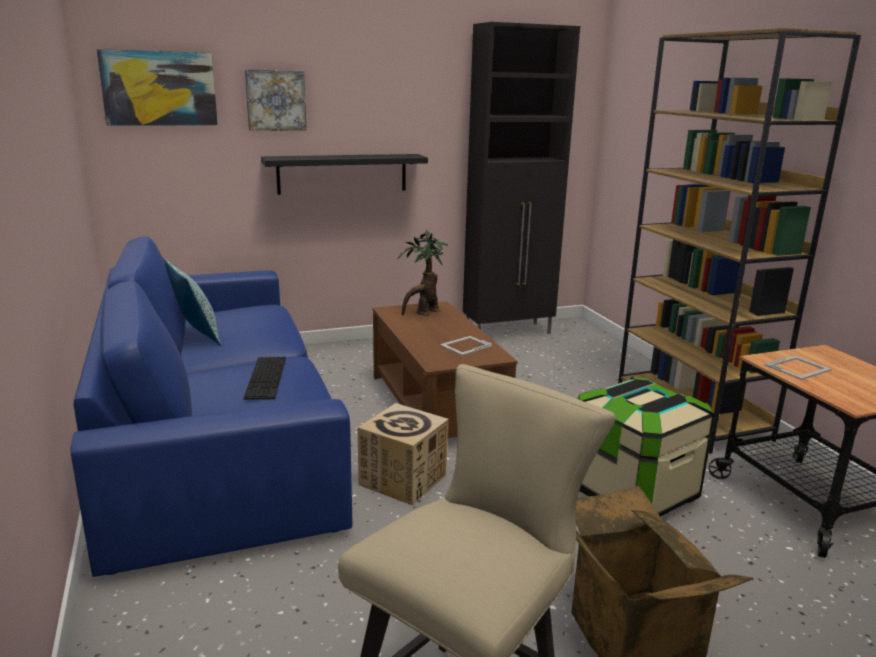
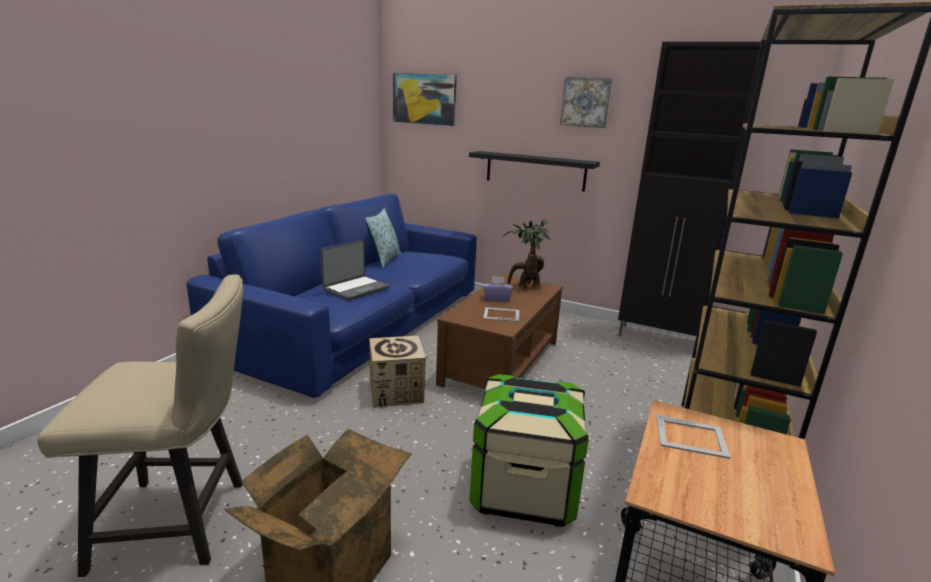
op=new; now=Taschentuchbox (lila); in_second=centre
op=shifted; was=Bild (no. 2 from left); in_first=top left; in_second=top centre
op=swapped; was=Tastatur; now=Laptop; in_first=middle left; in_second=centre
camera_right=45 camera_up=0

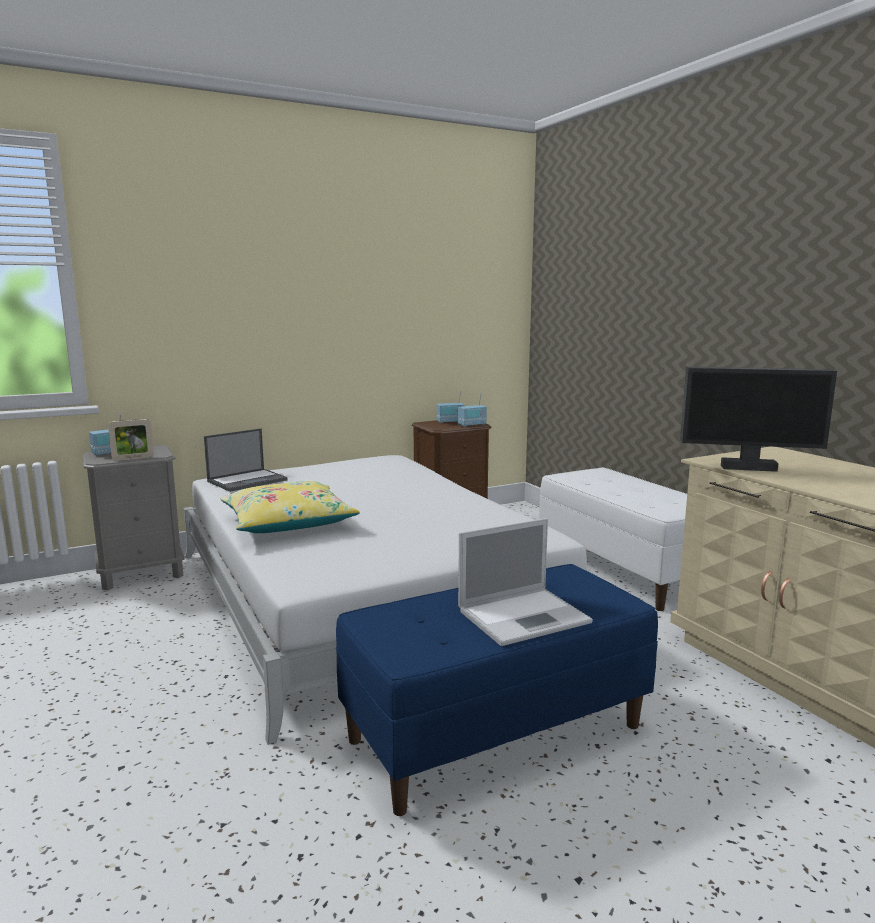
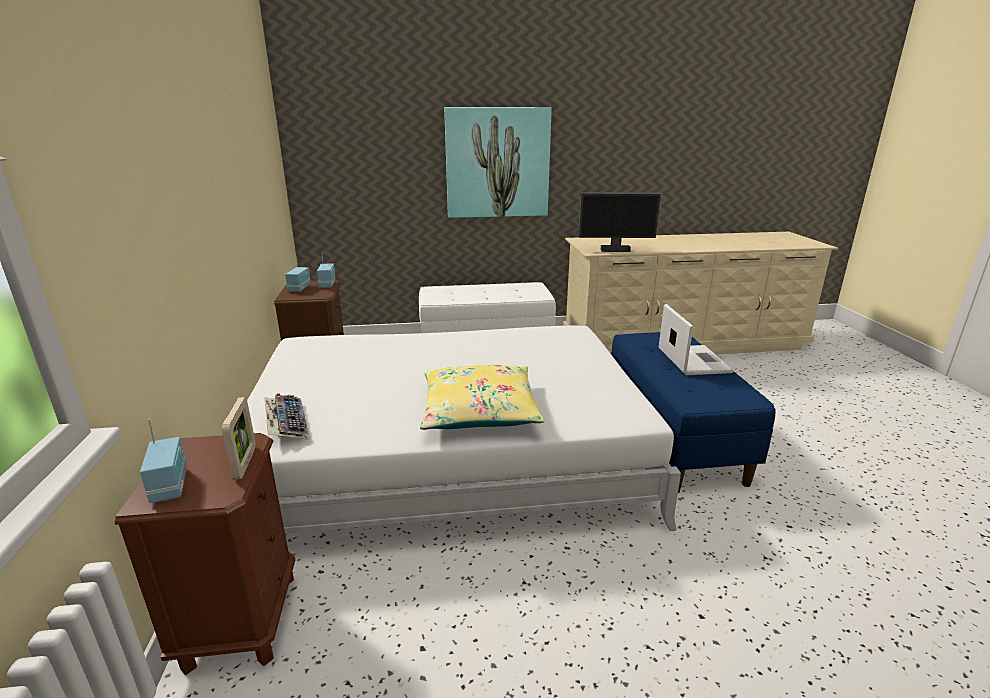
op=new; now=Bild; in_second=top centre
op=swapped; was=Laptop (no. 1 from left); now=Tastatur; in_first=middle left; in_second=middle left
op=repainted; was=Nachttisch (grau); now=Nachttisch (braun) (no. 1 from left); in_first=middle left; in_second=bottom left
op=rotated; was=Monitor; in_first=middle right; in_second=top centre; clockwise=60
camera_right=-70 camera_up=10

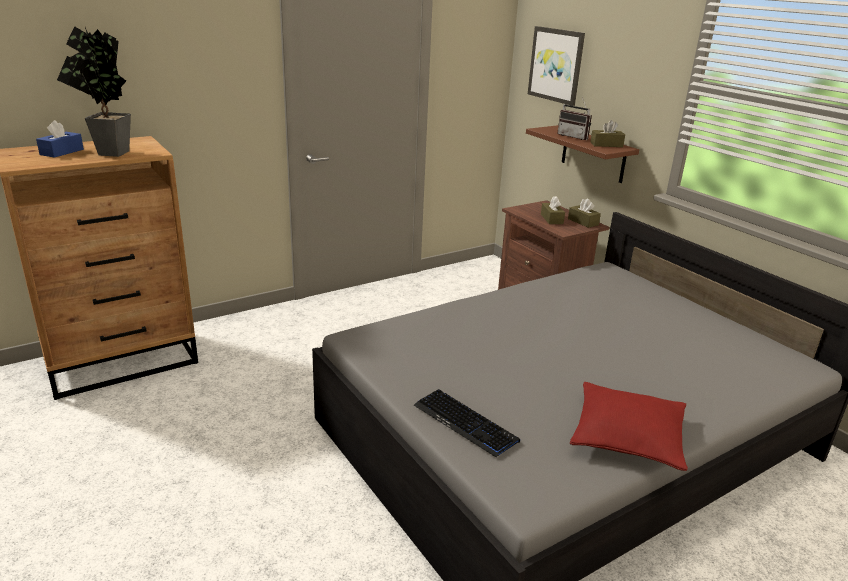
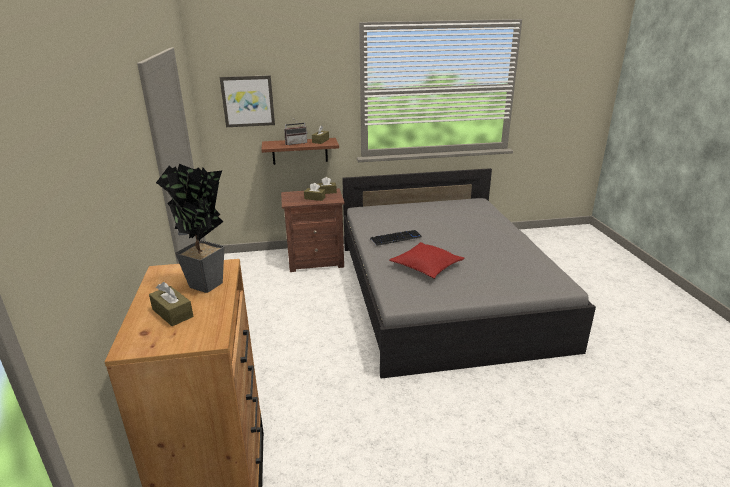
op=shifted; was=Tastatur; in_first=bottom centre; in_second=centre
op=shifted; was=Kissen (rot); in_first=bottom right; in_second=centre
op=repainted; was=Taschentuchbox (blau); now=Taschentuchbox (braun) (no. 1 from left); in_first=top left; in_second=middle left
camera_right=-65 camera_up=0

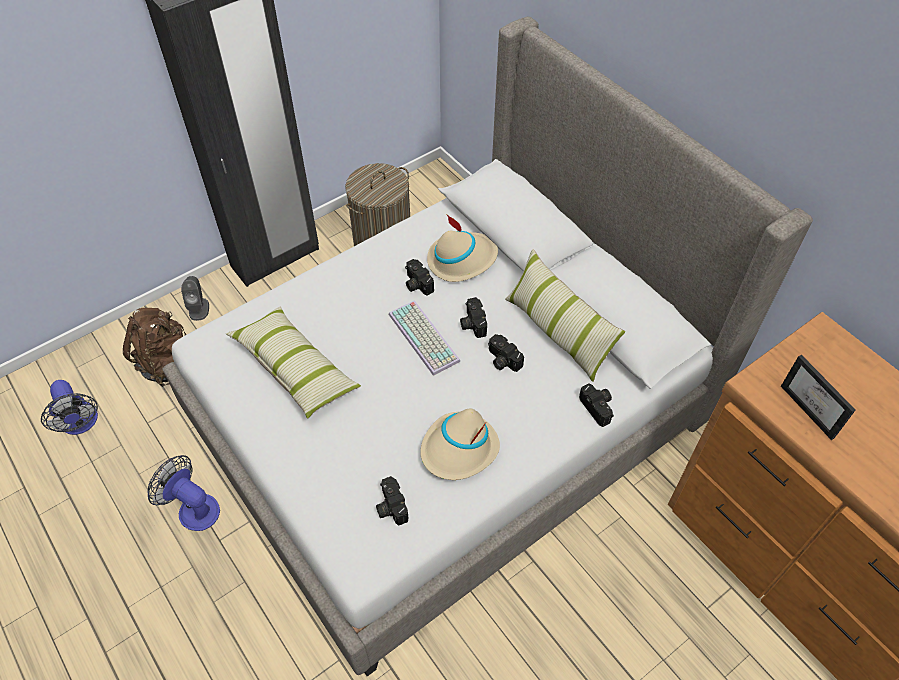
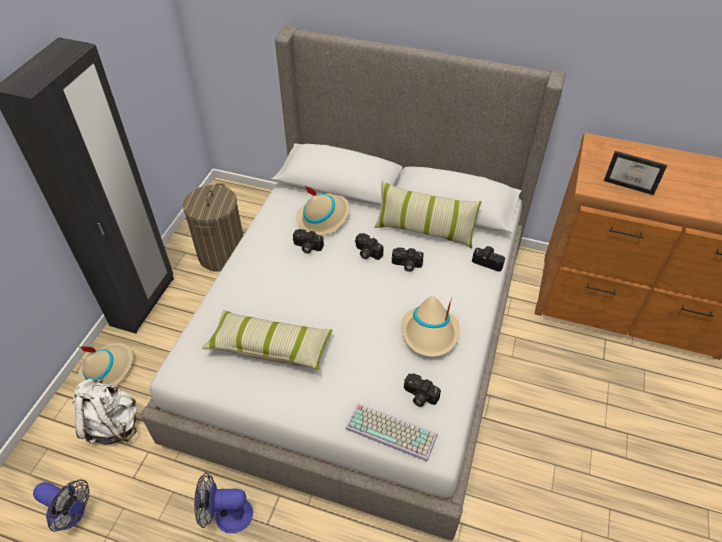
op=shifted; was=Tastatur; in_first=centre; in_second=bottom centre
op=swapped; was=Lautsprecher (grau); now=Hut (beige) (no. 1 from left); in_first=middle left; in_second=bottom left
op=repainted; was=Rucksack (braun); now=Rucksack (weiß); in_first=middle left; in_second=bottom left
camera_right=-35 camera_up=-5

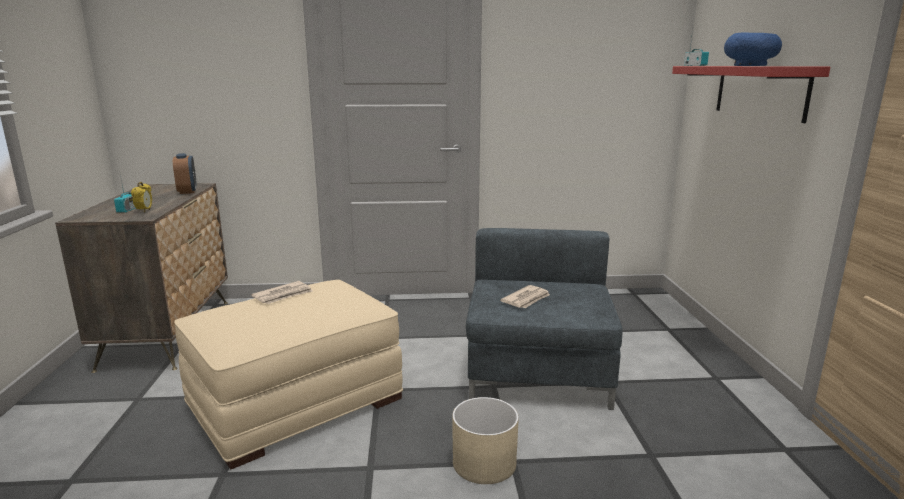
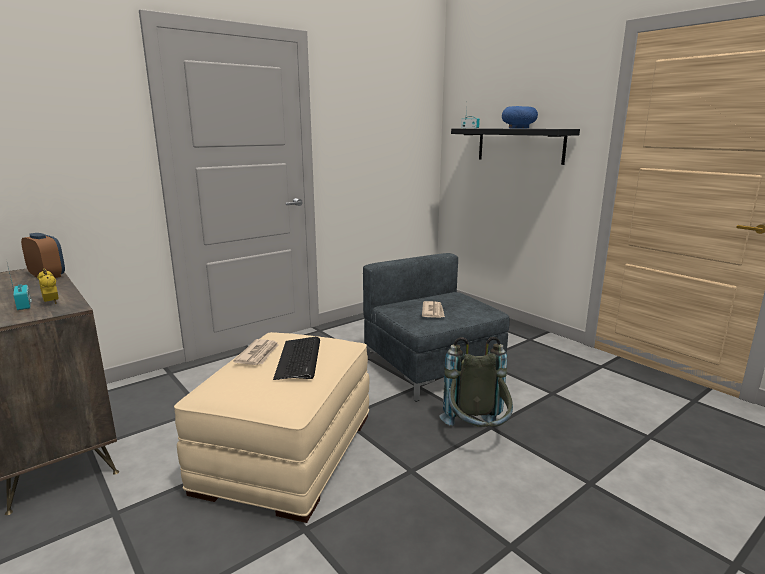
op=new; now=Tastatur; in_second=centre
op=swapped; was=Pflanzkübel (beige); now=Rucksack (grau); in_first=bottom centre; in_second=centre
op=repainted; was=Wandregal (rot); now=Wandregal (schwarz); in_first=top right; in_second=top right
camera_right=-35 camera_up=0

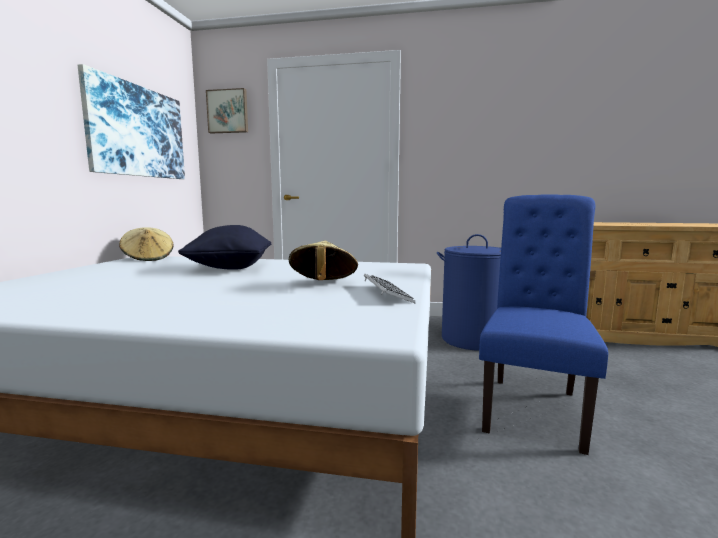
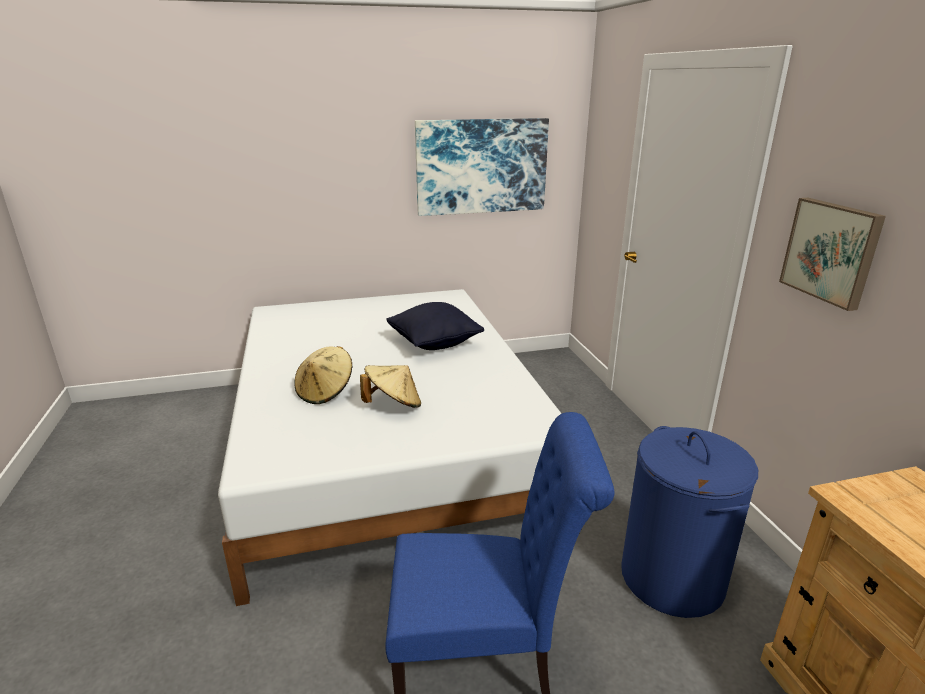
op=gone; was=Tastatur; in_first=centre
op=shifted; was=Hut (beige) (no. 1 from left); in_first=middle left; in_second=centre
op=shifted; was=Bild (no. 2 from left); in_first=top left; in_second=middle right
camera_right=65 camera_up=15

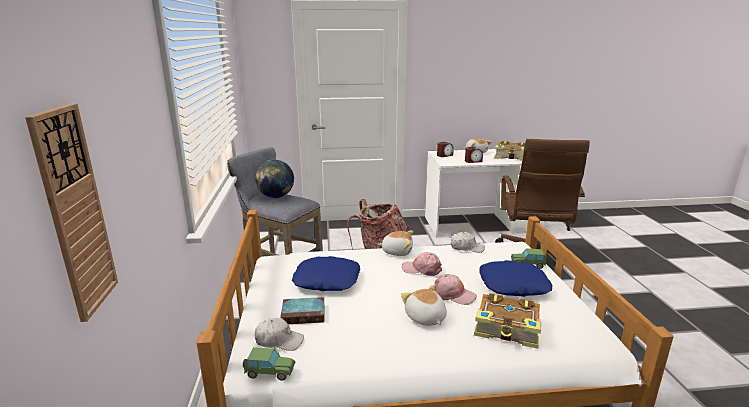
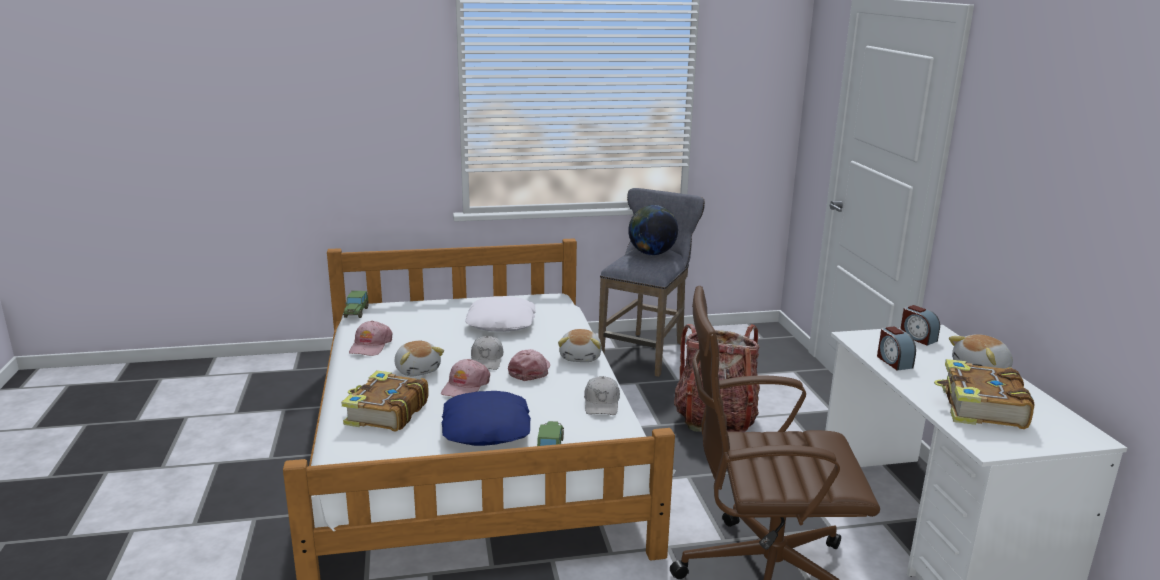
op=gone; was=Wanduhr; in_first=middle left
op=gone; was=Buch (no. 1 from left); in_first=bottom centre
op=new; now=Kappe (rosa) (no. 1 from left); in_second=middle left
op=shifted; was=Kappe (weiß) (no. 1 from left); in_first=bottom centre; in_second=centre
op=repainted; was=Kissen (blau) (no. 1 from left); now=Kissen (weiß); in_first=bottom centre; in_second=centre
op=rotated; was=Plüschtier (no. 2 from left in the first image); in_first=bottom centre; in_second=centre; clockwise=90
camera_right=85 camera_up=0

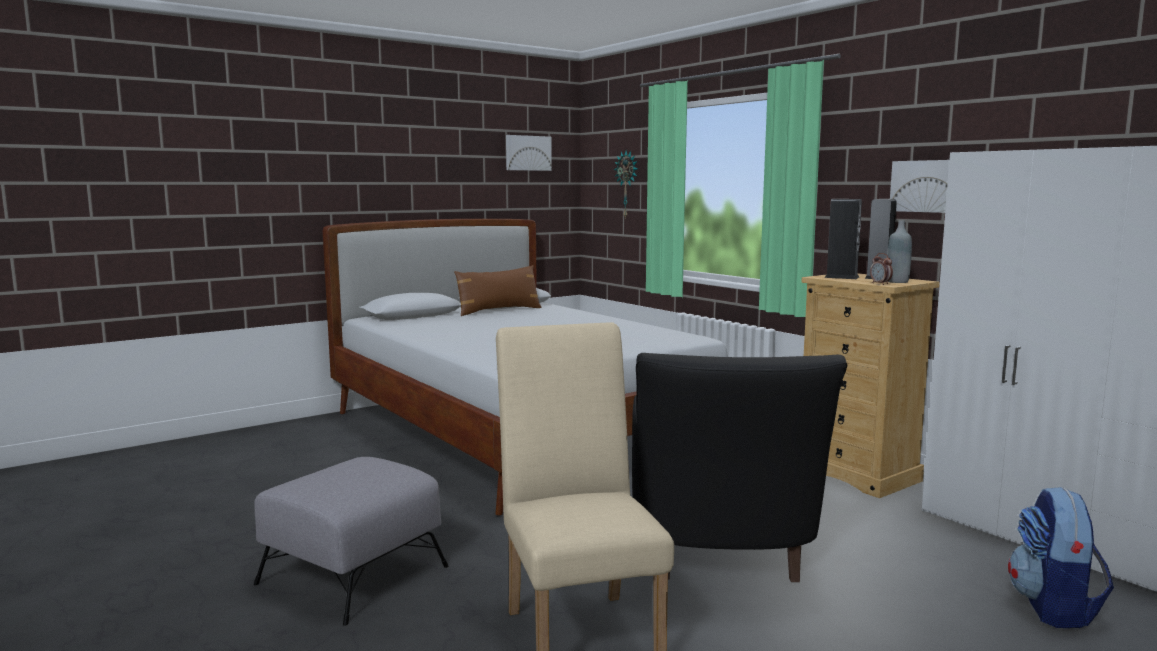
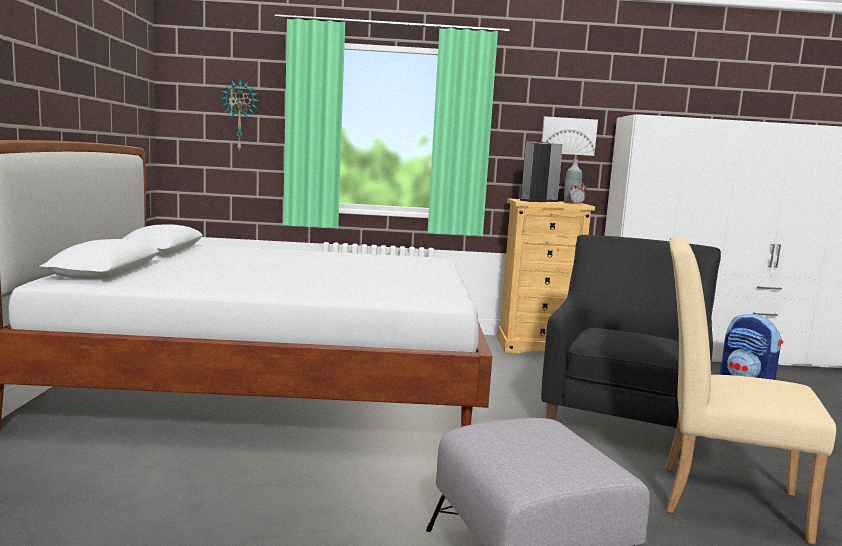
op=gone; was=Kissen (braun); in_first=centre
op=gone; was=Bild (no. 1 from left); in_first=top centre
op=rotated; was=Sessel (schwarz); in_first=bottom centre; in_second=middle right; clockwise=-105
camera_right=-55 camera_up=0

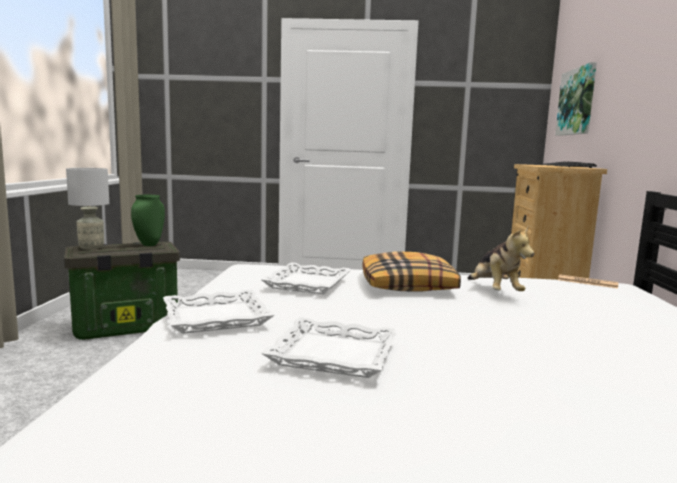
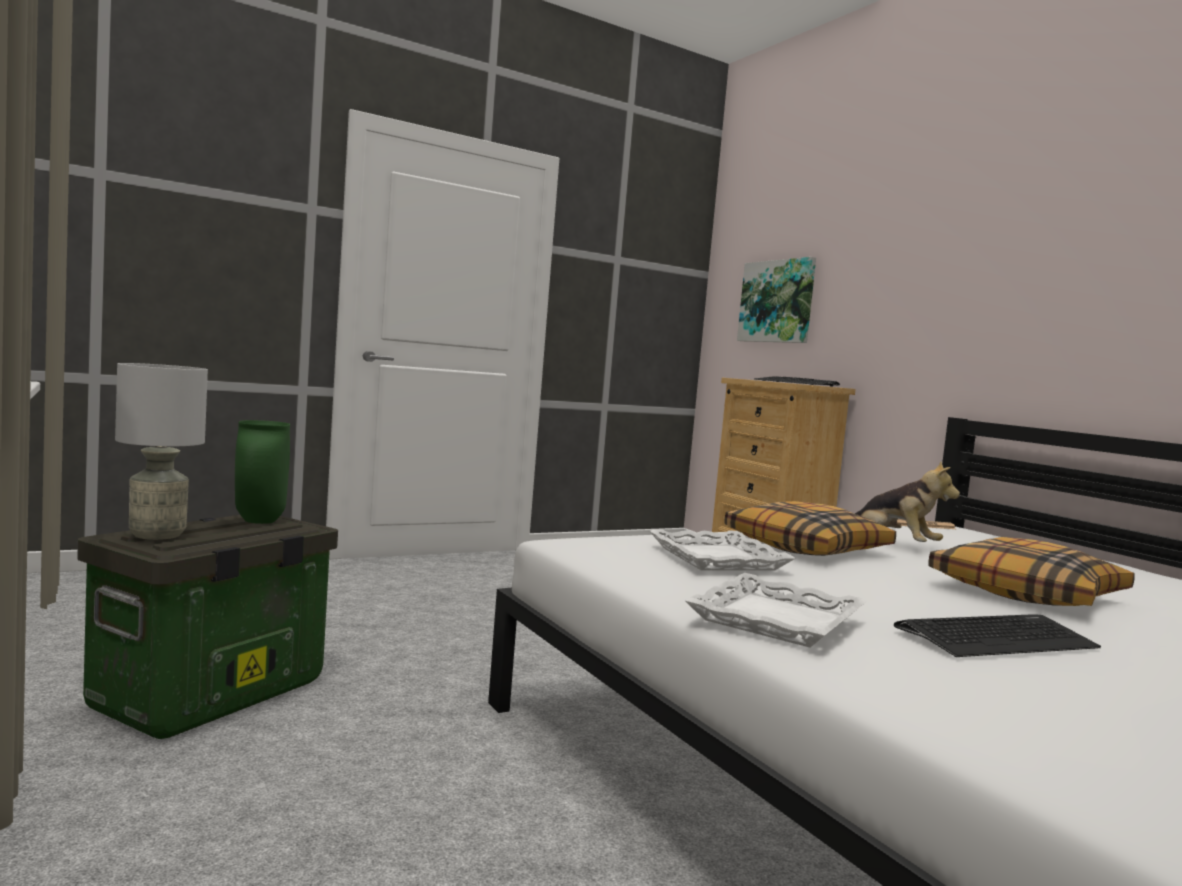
op=new; now=Kissen (no. 2 from left); in_second=middle right
op=swapped; was=Tablett (weiß) (no. 3 from left); now=Tastatur (no. 2 from left); in_first=bottom centre; in_second=bottom right
camera_right=-35 camera_up=-5

